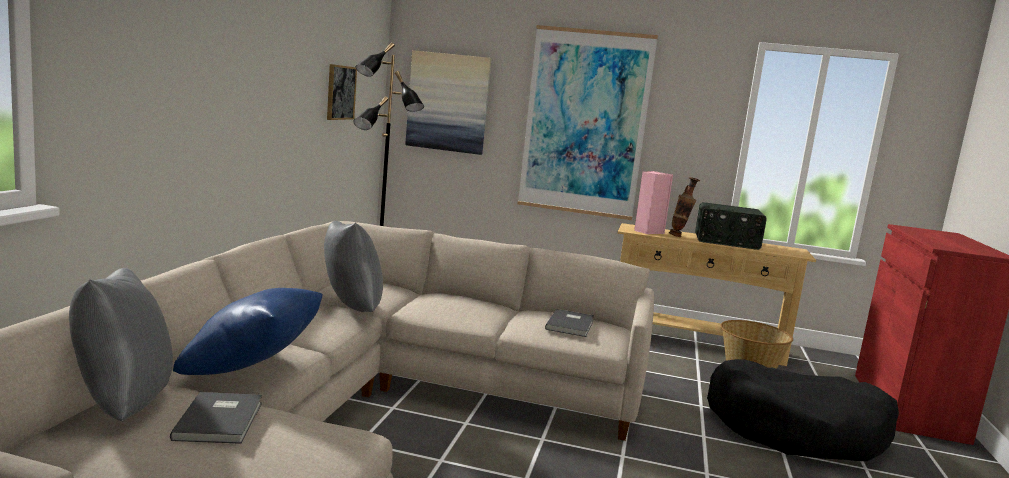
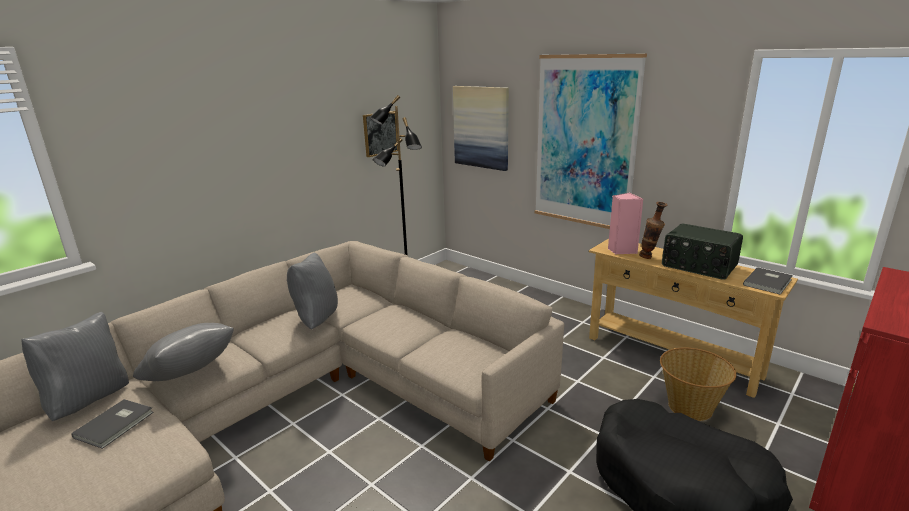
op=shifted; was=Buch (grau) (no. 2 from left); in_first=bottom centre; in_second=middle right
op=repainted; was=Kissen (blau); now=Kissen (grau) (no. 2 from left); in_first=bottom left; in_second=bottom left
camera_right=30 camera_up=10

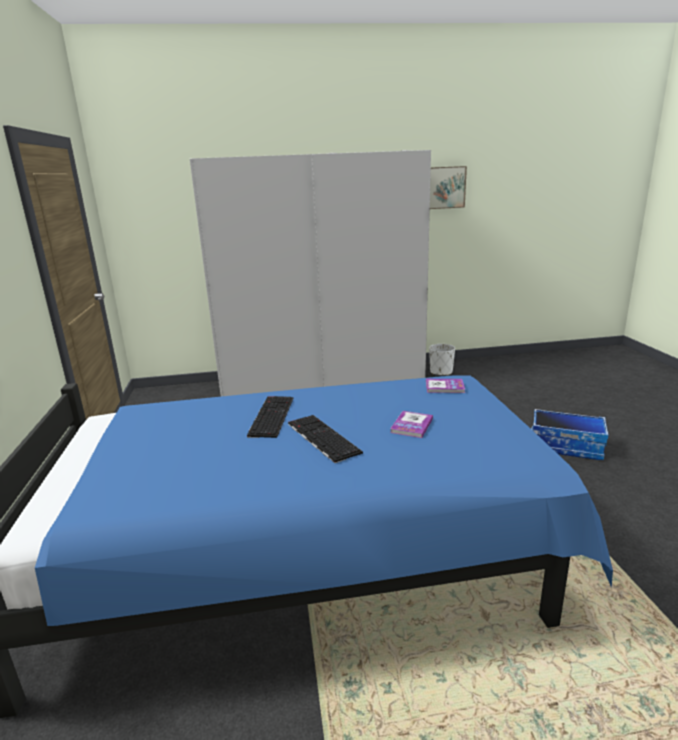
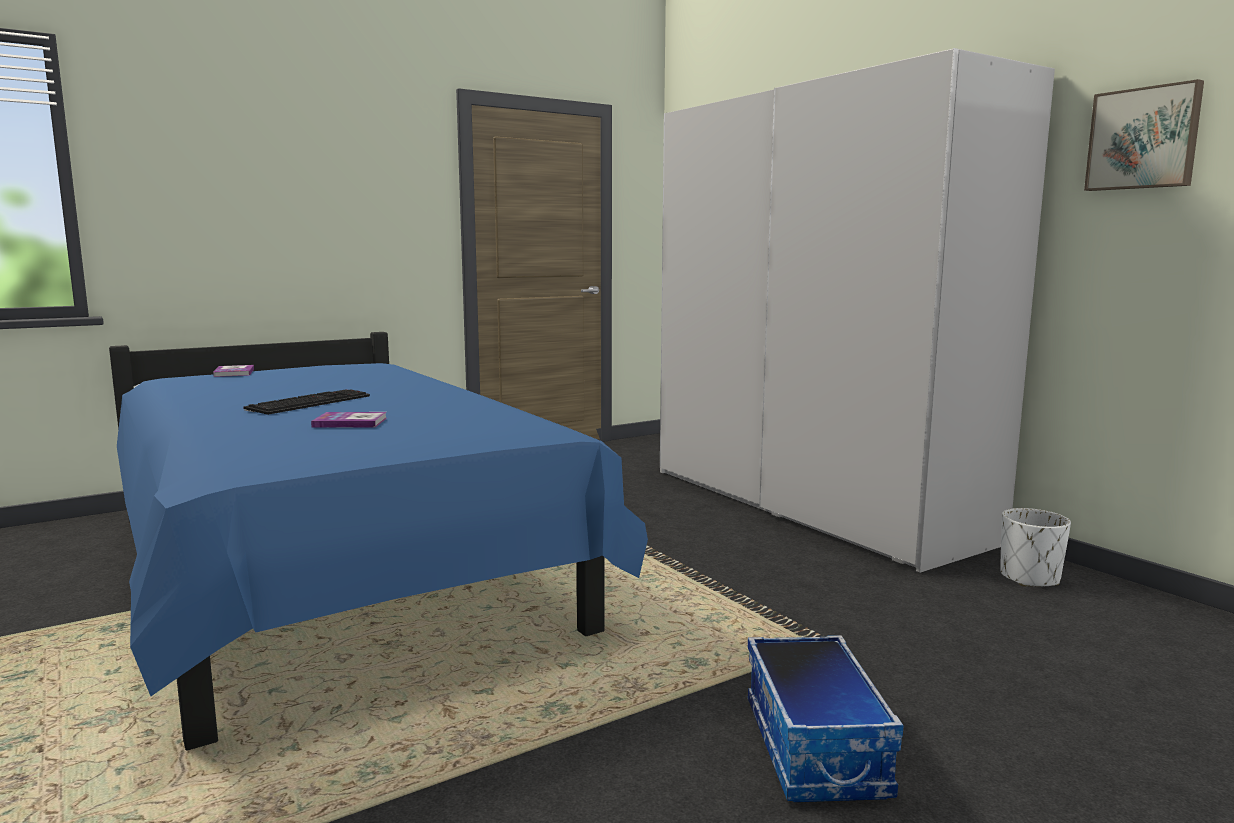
op=gone; was=Tastatur (no. 1 from left); in_first=centre
op=shifted; was=Buch (no. 2 from left in the first image); now=Buch (no. 1 from left); in_first=centre; in_second=middle left
camera_right=65 camera_up=-10

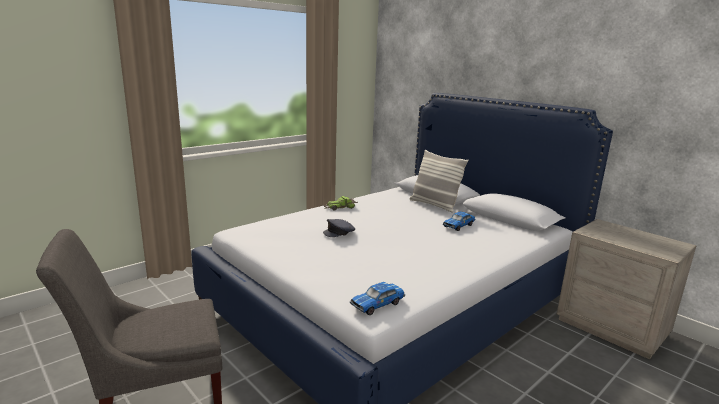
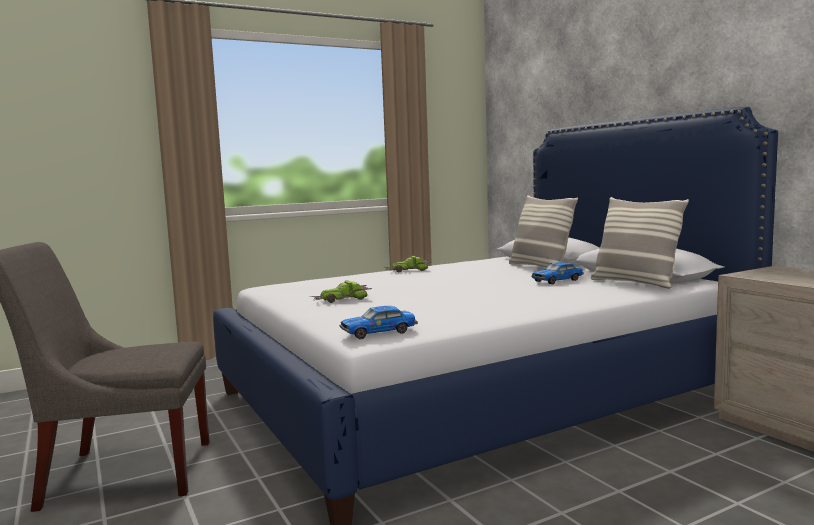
op=gone; was=Kappe (grau); in_first=centre
op=new; now=Spielzeugauto (no. 1 from left); in_second=centre
op=new; now=Kissen (no. 2 from left); in_second=middle right
camera_right=15 camera_up=-10

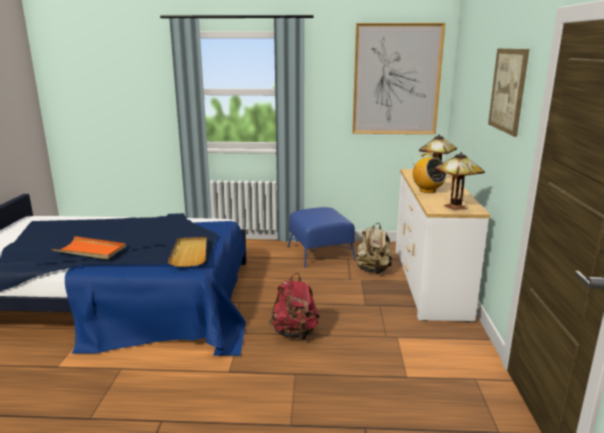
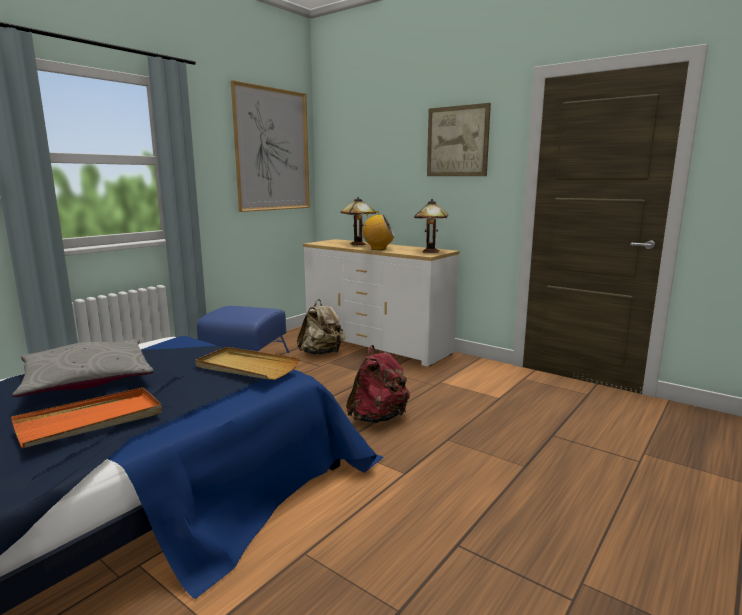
op=new; now=Kissen (grau); in_second=middle left
camera_right=-55 camera_up=-5

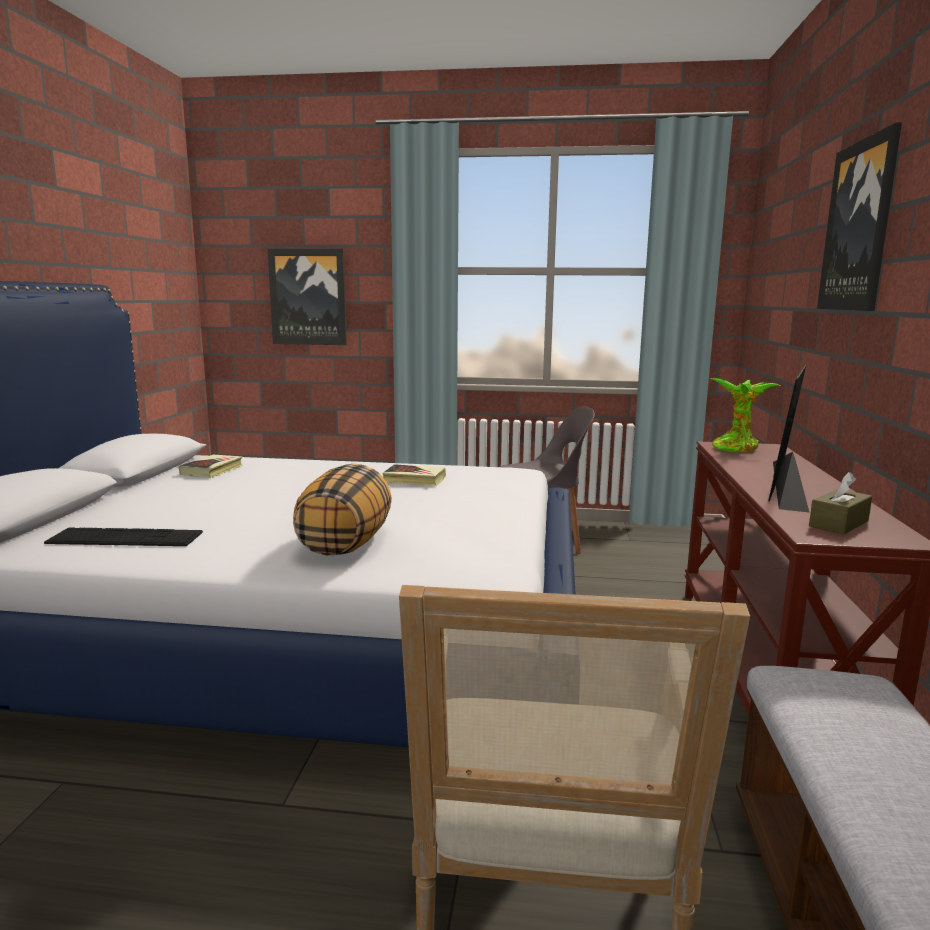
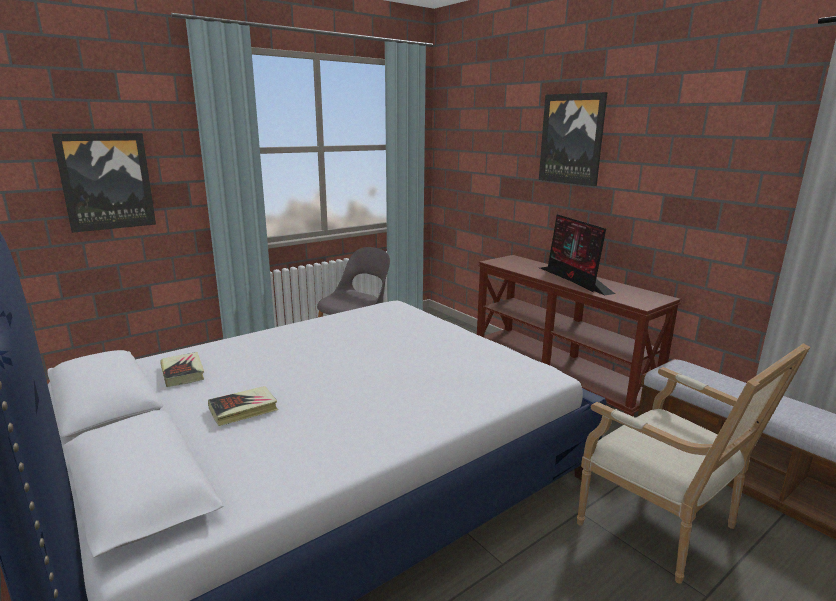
op=gone; was=Tastatur; in_first=middle left
op=gone; was=Kissen; in_first=centre
op=gone; was=Topfpflanze; in_first=middle right
op=gone; was=Taschentuchbox (braun); in_first=middle right
op=shifted; was=Buch (no. 2 from left); in_first=centre; in_second=bottom left
camera_right=-45 camera_up=5

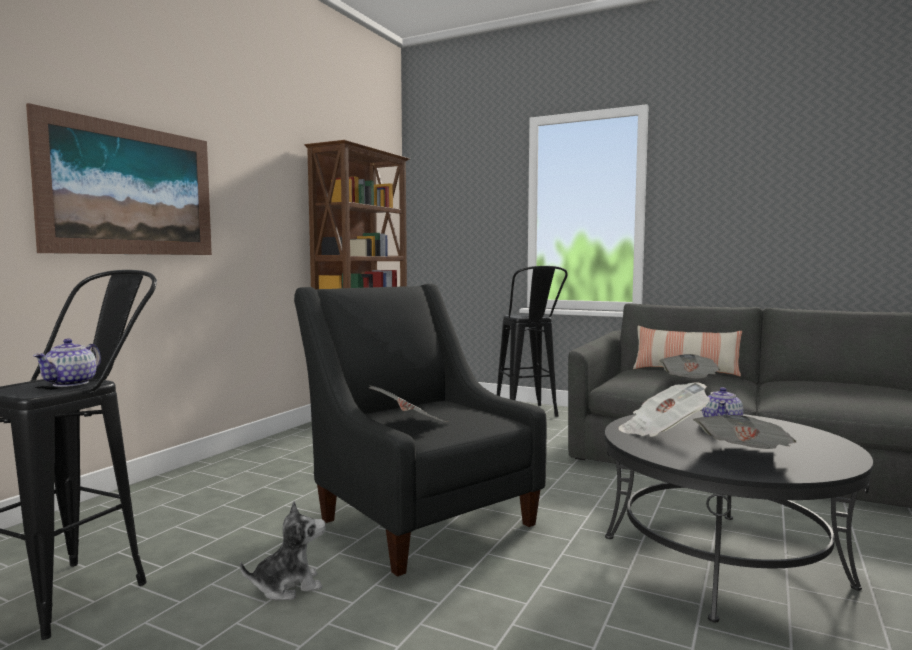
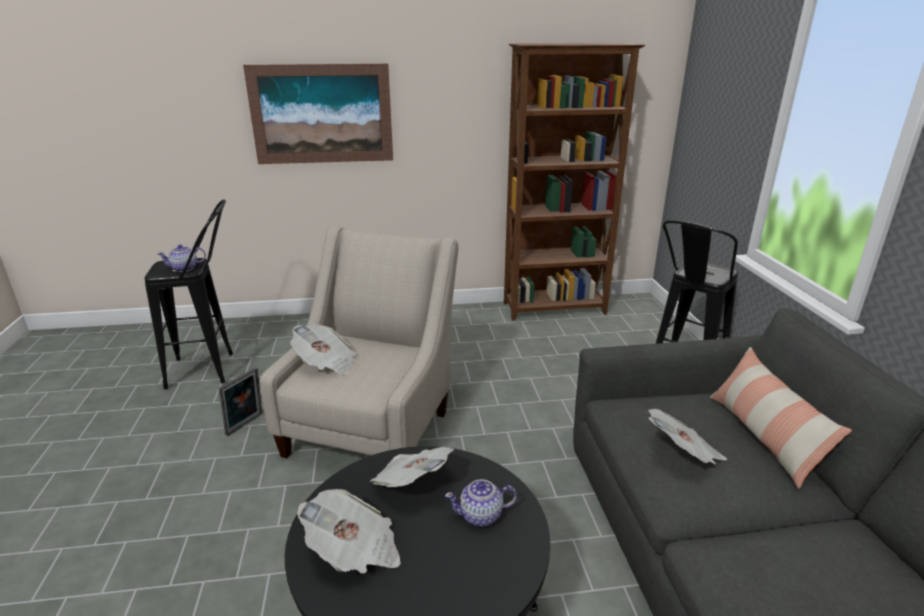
op=swapped; was=Plüschtier; now=Bilderrahmen; in_first=bottom left; in_second=middle left
op=repainted; was=Sessel (schwarz); now=Sessel (beige); in_first=centre; in_second=centre
camera_right=55 camera_up=20

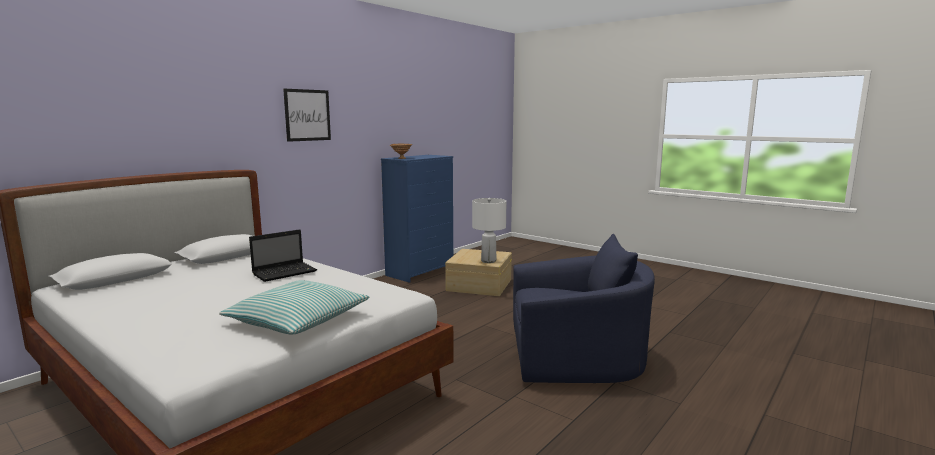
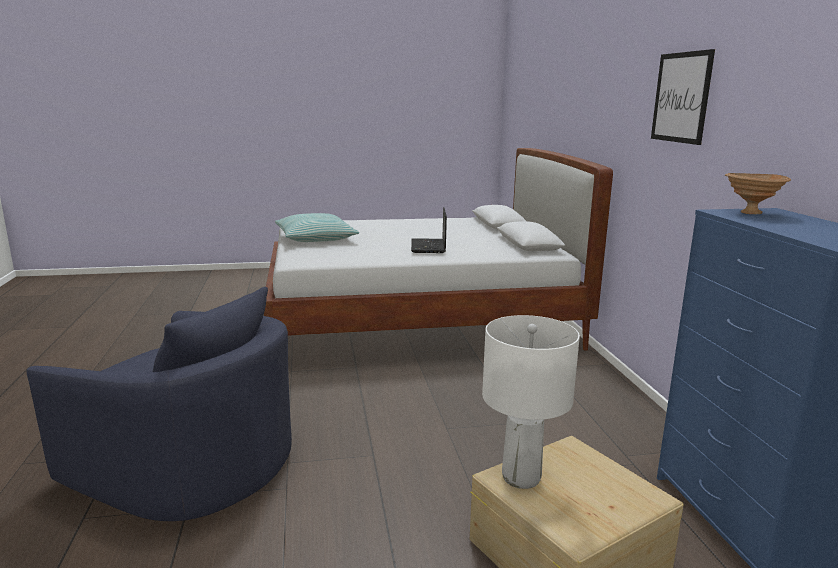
op=rotated; was=Sessel (blau); in_first=bottom centre; in_second=bottom left; clockwise=-105
camera_right=130 camera_up=5

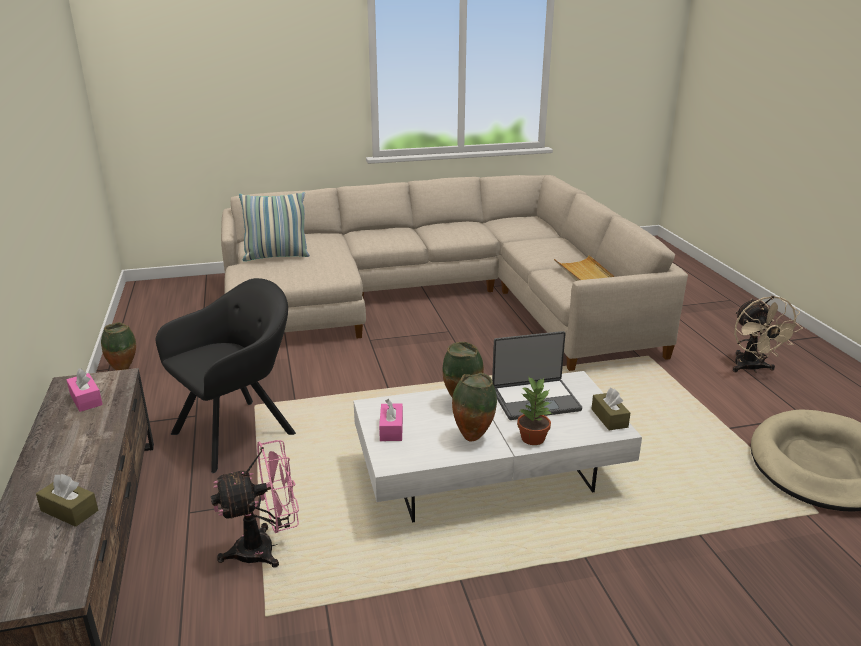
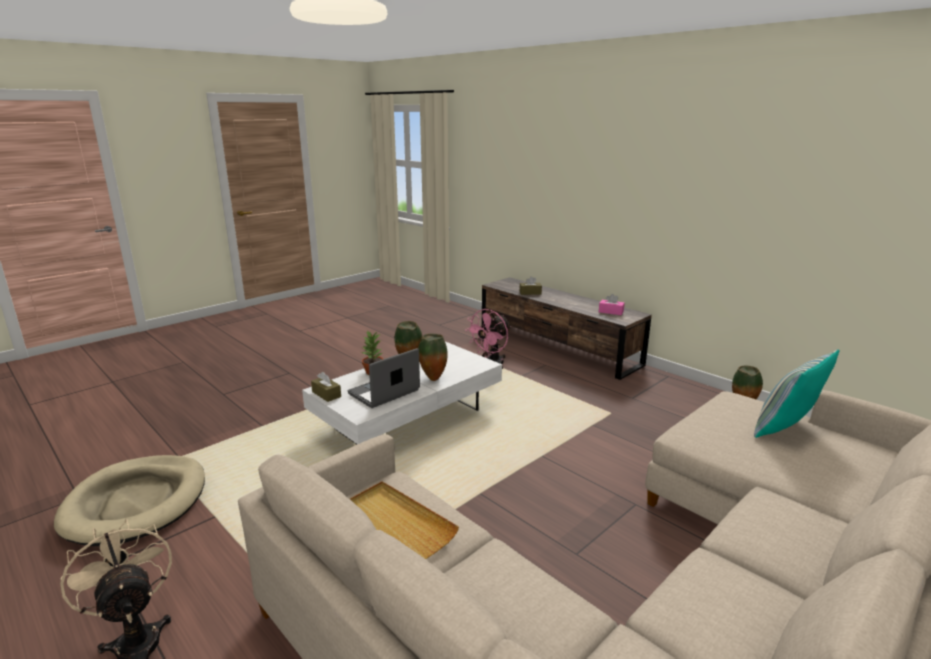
op=gone; was=Sessel (schwarz); in_first=middle left
op=gone; was=Taschentuchbox (rosa) (no. 2 from left); in_first=centre
camera_right=150 camera_up=-5

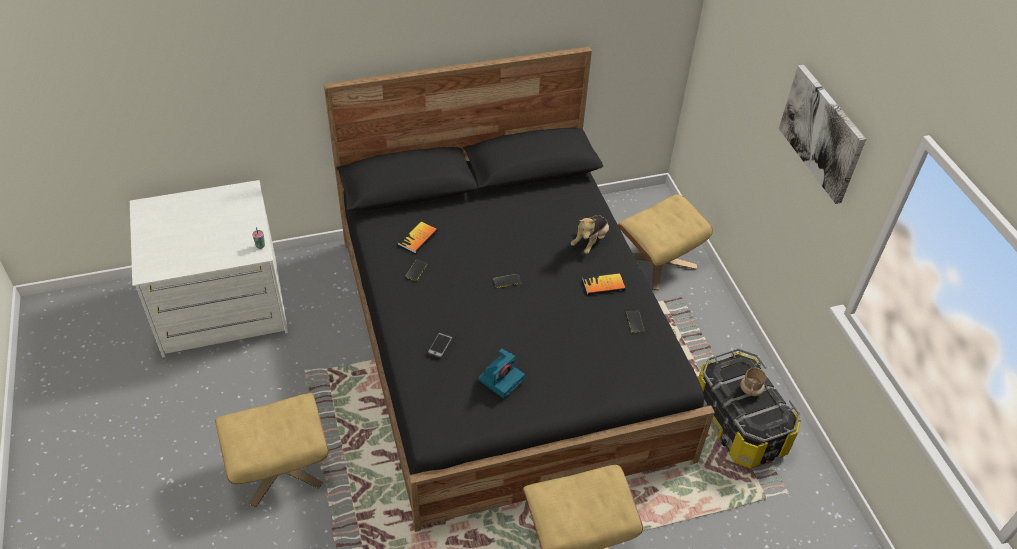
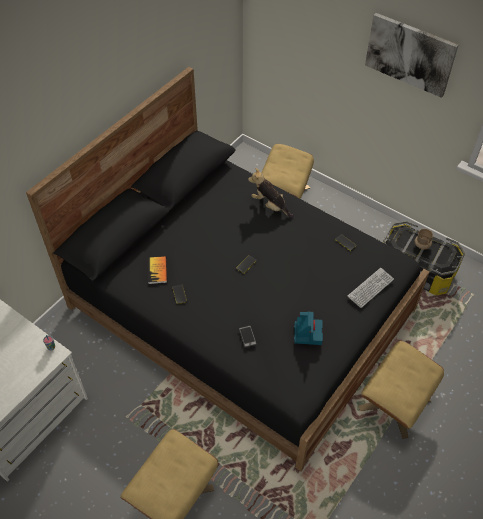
op=gone; was=Buch (no. 2 from left); in_first=centre
op=new; now=Tastatur; in_second=middle right
op=rotated; was=Plüschtier; in_first=centre; in_second=centre; clockwise=135
camera_right=-35 camera_up=5

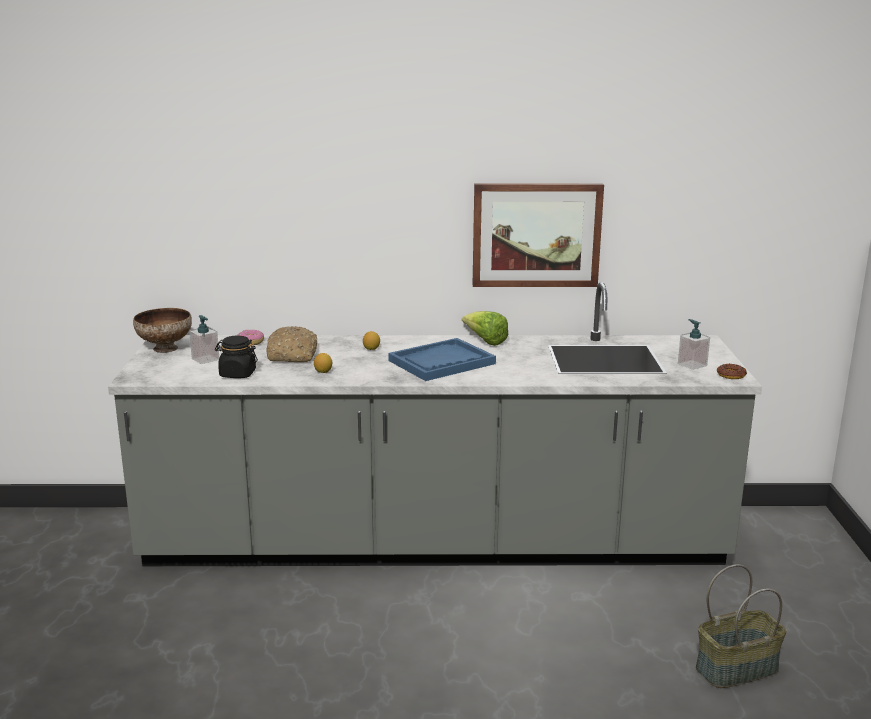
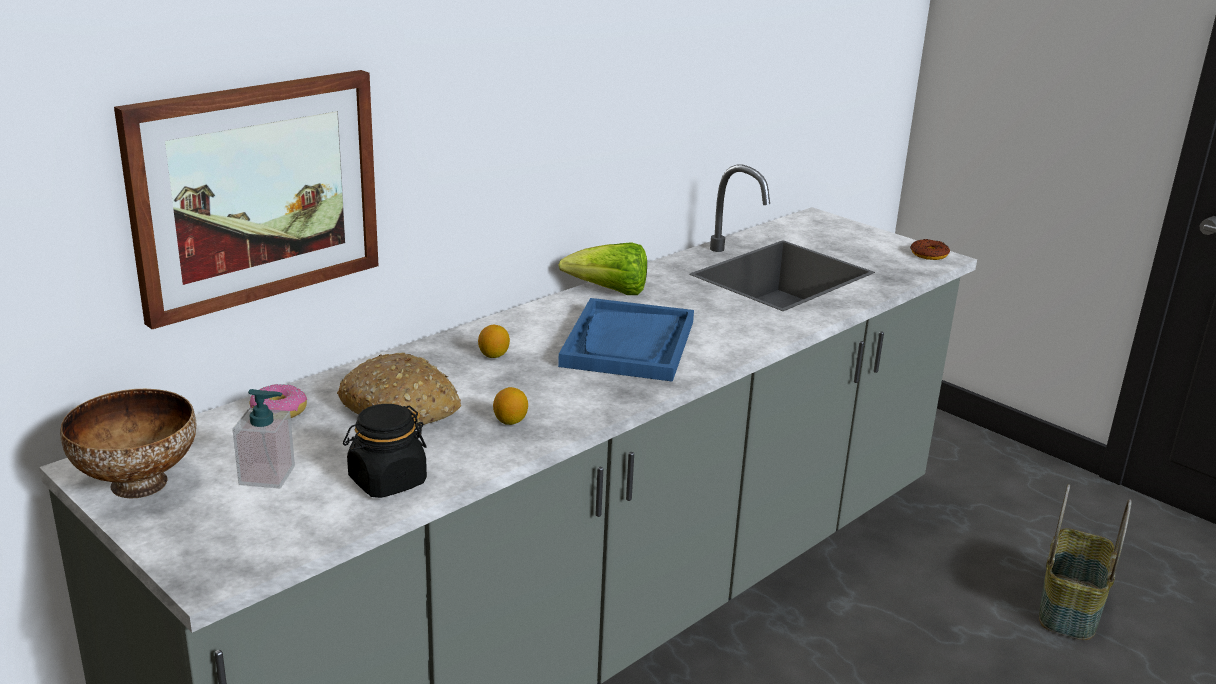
op=gone; was=Seifenspender (no. 2 from left); in_first=middle right
op=shifted; was=Bild; in_first=top centre; in_second=top left
camera_right=-45 camera_up=5

